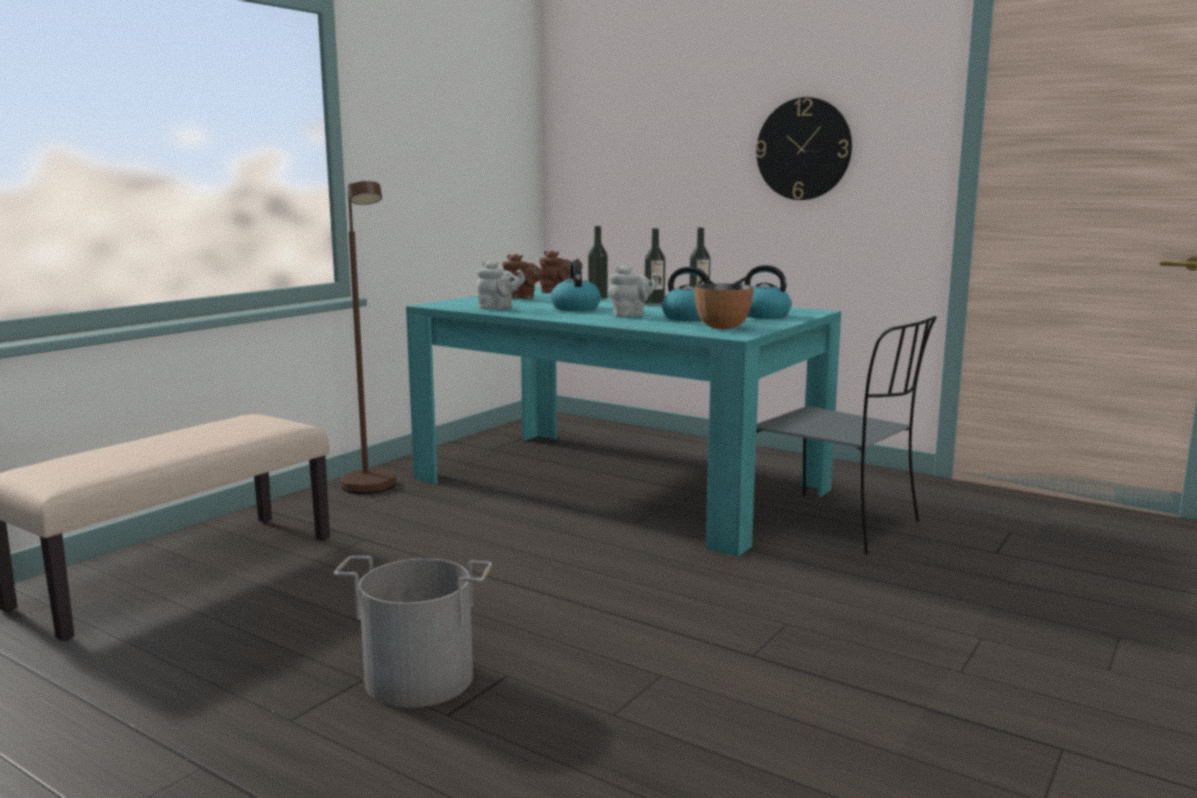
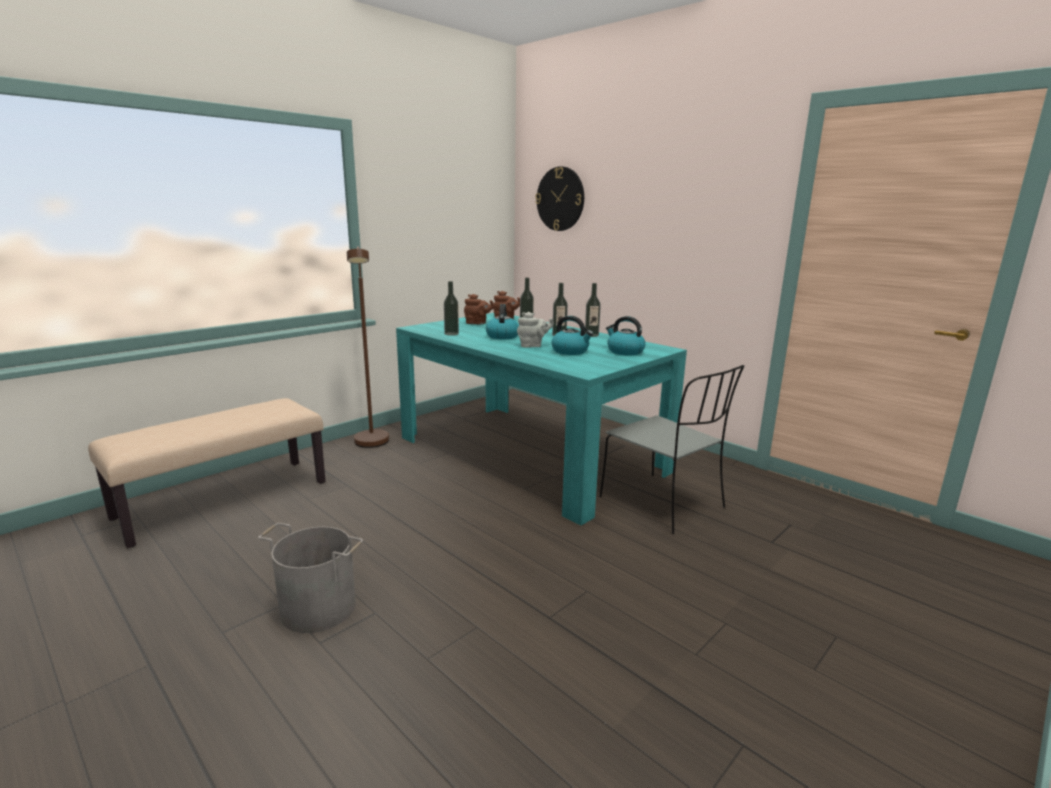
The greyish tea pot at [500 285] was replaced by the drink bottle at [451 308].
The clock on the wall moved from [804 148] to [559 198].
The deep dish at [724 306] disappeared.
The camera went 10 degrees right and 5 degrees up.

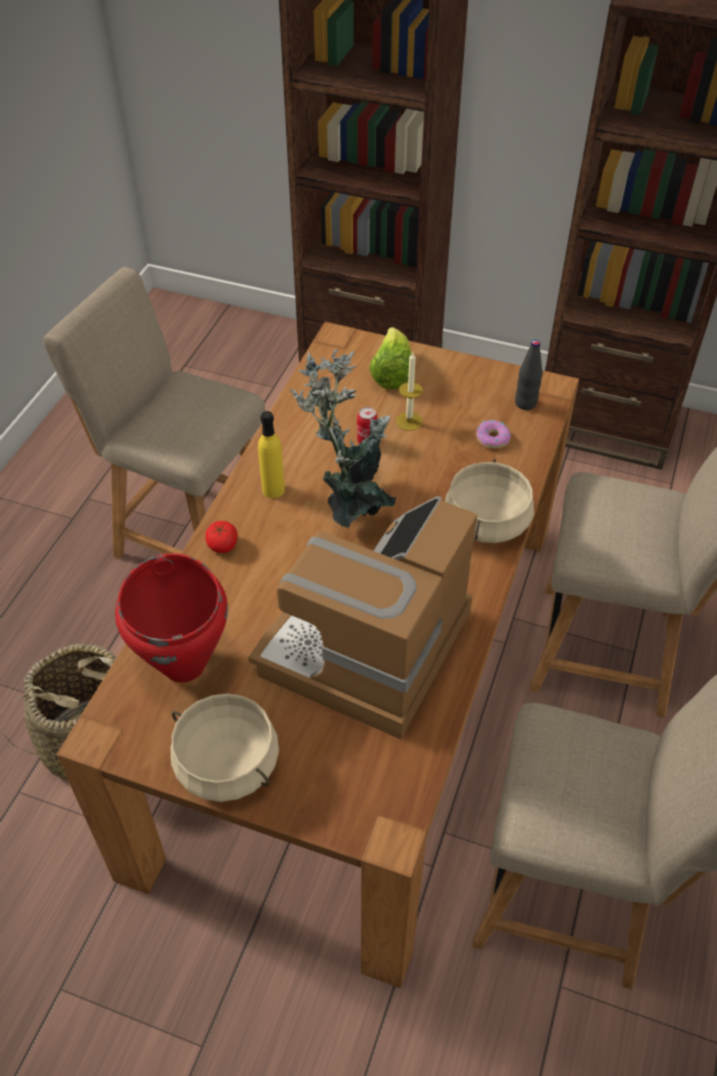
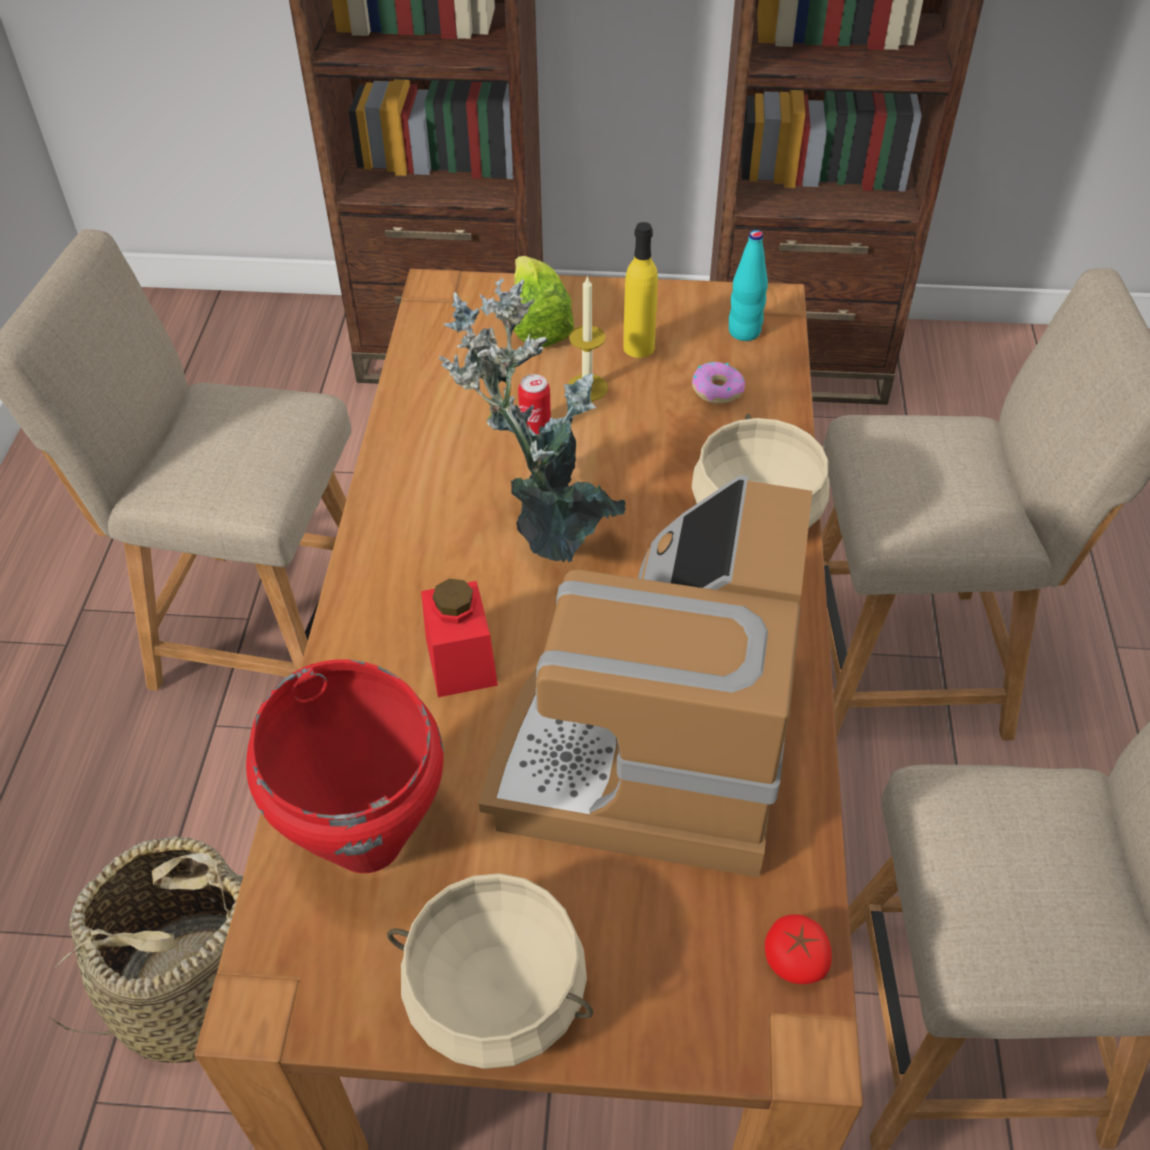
The red-coloured jar at [459 638] appeared.
The yellowish drink bottle moved from [271 454] to [640 290].
The blackish drink bottle at [529 374] became the blue-green drink bottle at [748 285].
The tomato moved from [221 537] to [798 949].
The camera went 15 degrees left and 0 degrees up.

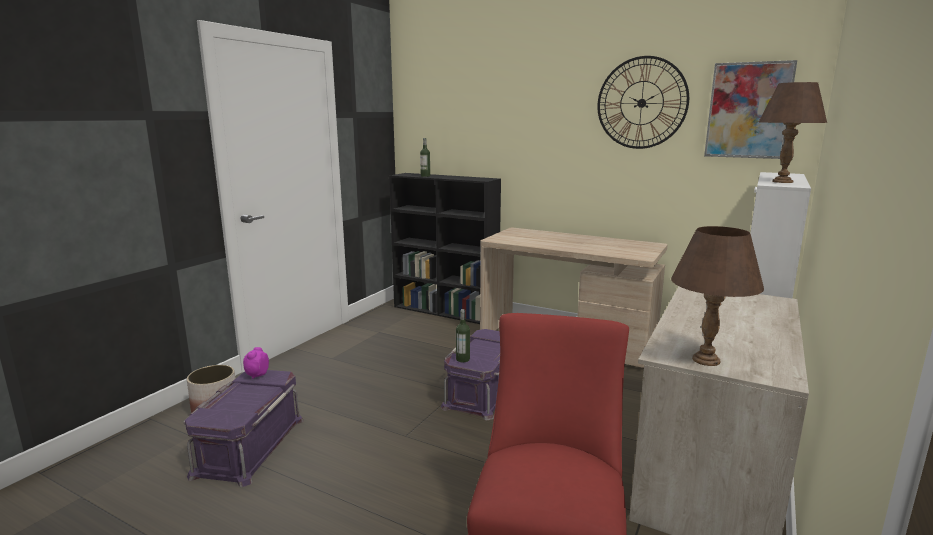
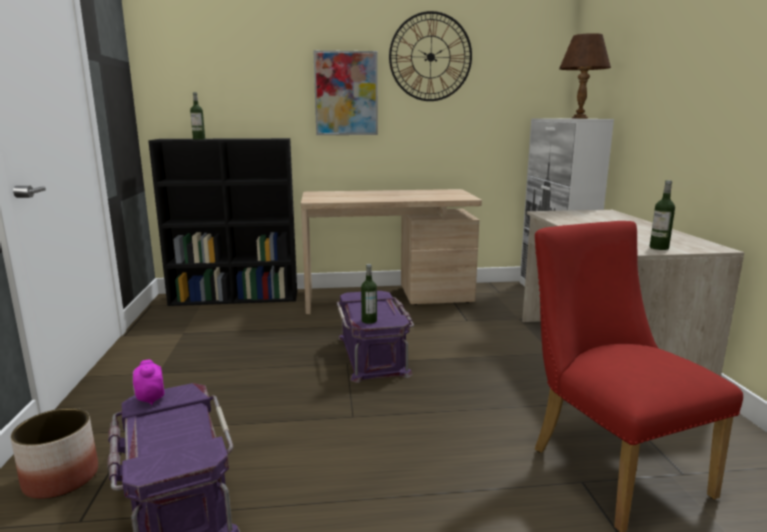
The wall art moved from [750 109] to [345 92].
The brown-coloured tabletop lamp at [717 296] was replaced by the drink bottle at [662 215].
The camera went 35 degrees left and 0 degrees up.

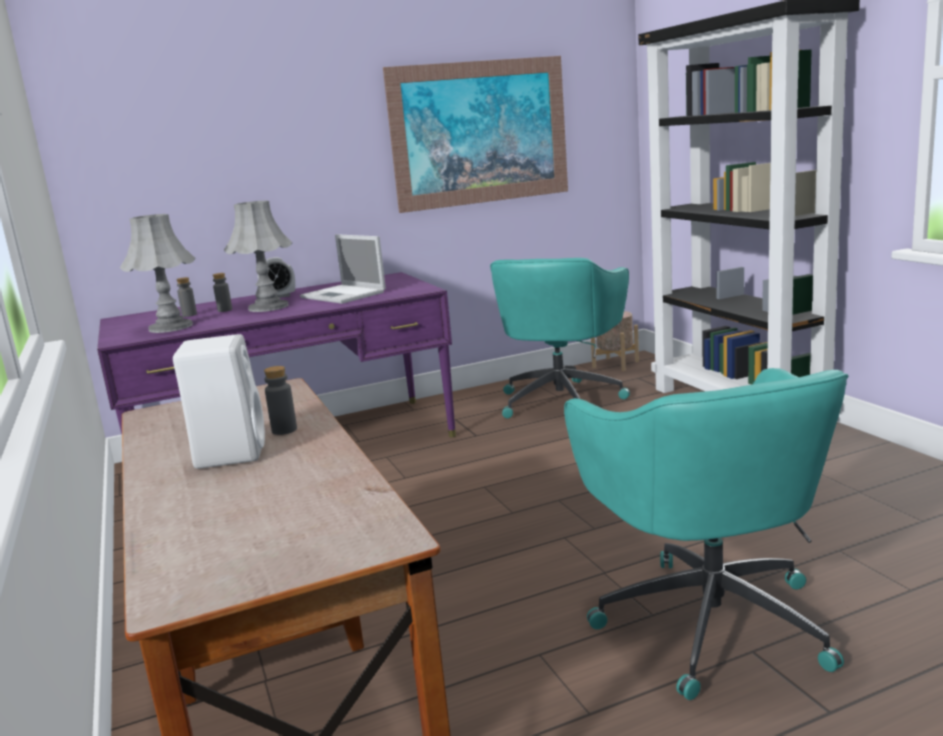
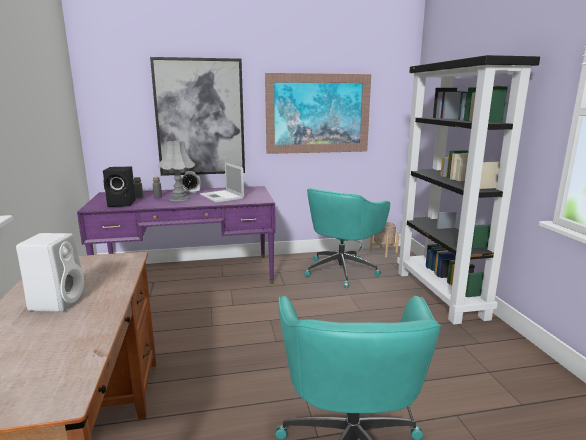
The greyish tabletop lamp at [157 273] was replaced by the blackish loudspeaker at [119 186].
The wall art at [197 116] appeared.
The greyish drink bottle at [280 400] disappeared.
The camera went 10 degrees right and 0 degrees up.

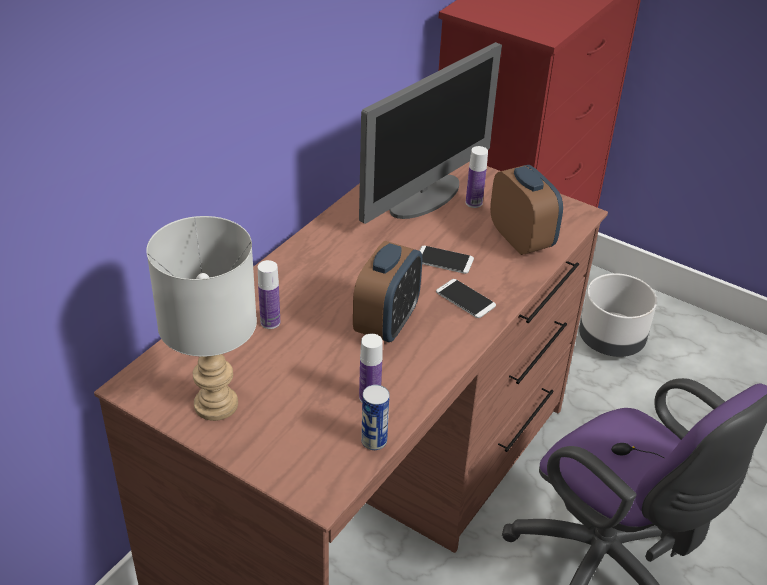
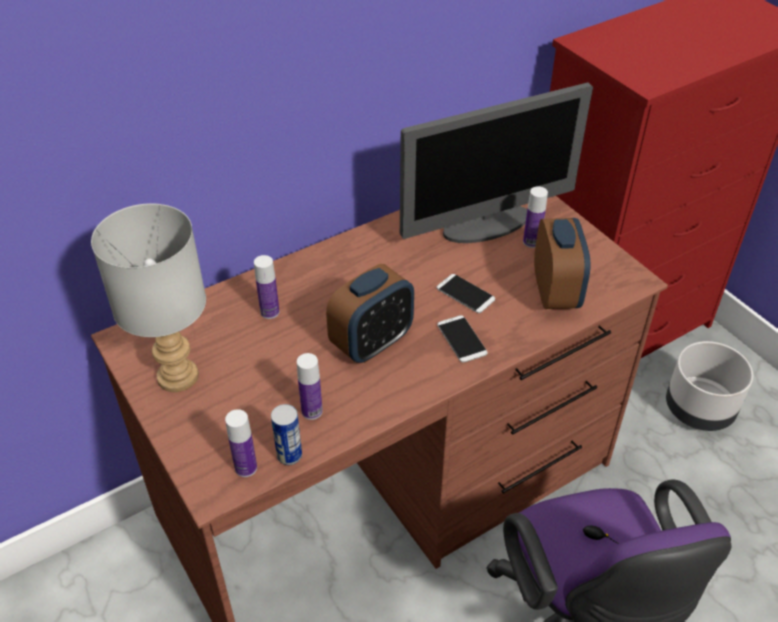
The drink bottle at [241 443] appeared.
The camera went 25 degrees right and 5 degrees up.

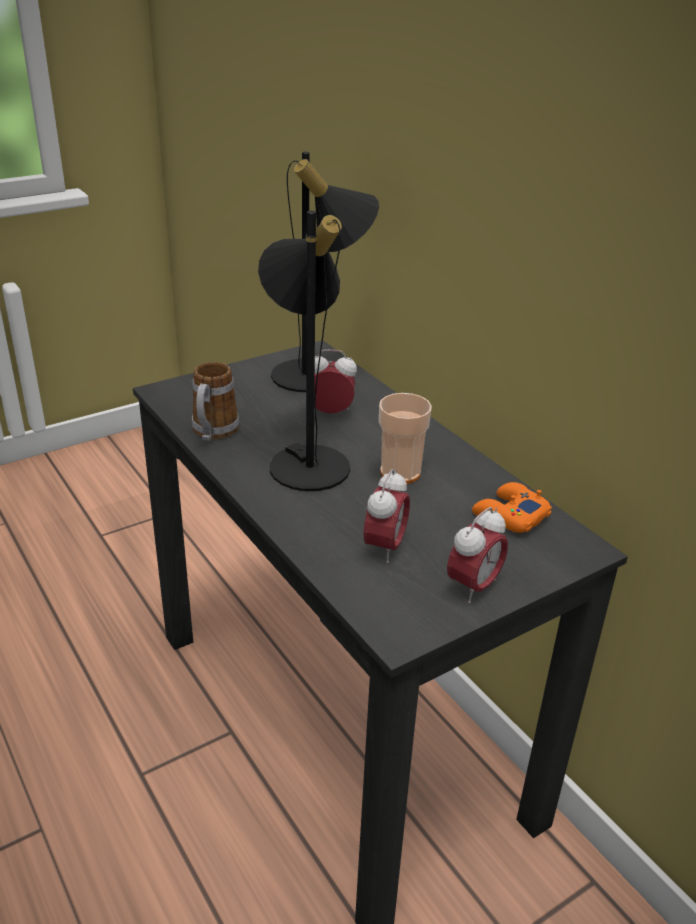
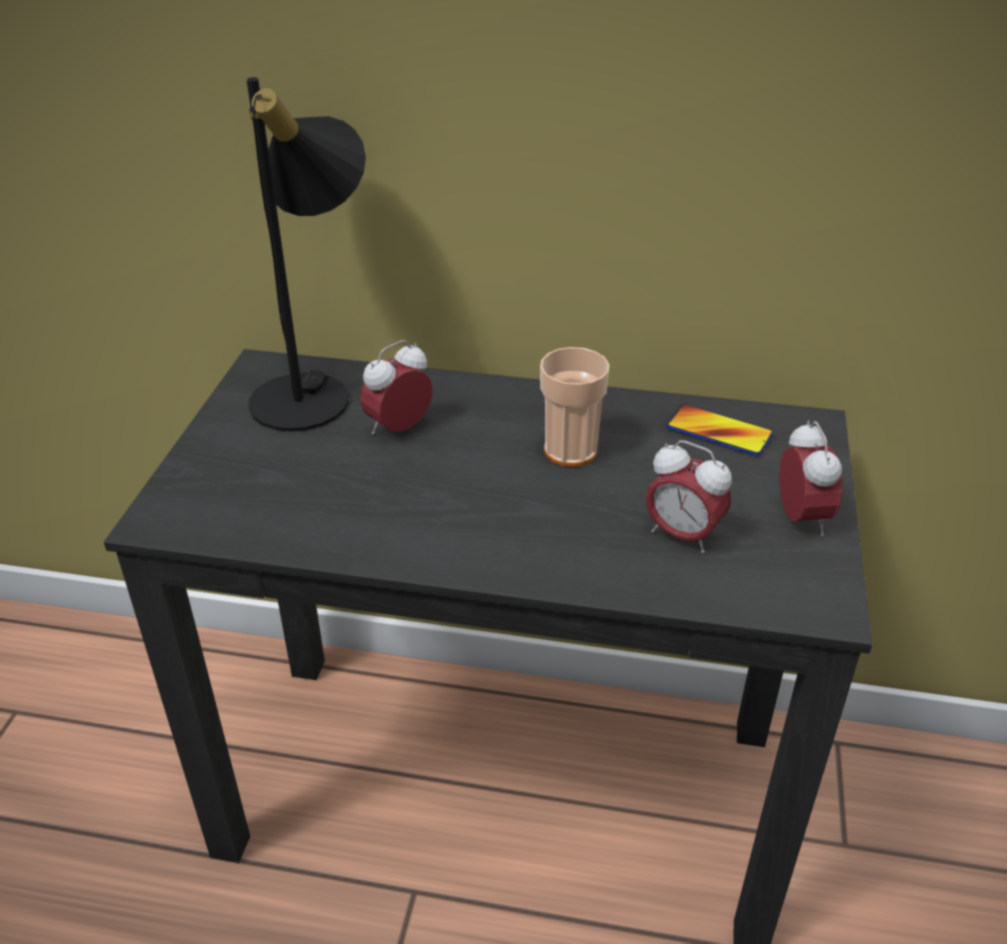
The alarm clock at [387 516] turned 150 degrees clockwise.
The orange-coloured joypad at [512 507] was replaced by the handset at [720 430].
The tea mug at [215 401] disappeared.
The blackish tabletop lamp at [304 351] disappeared.
The camera went 45 degrees left and 5 degrees up.

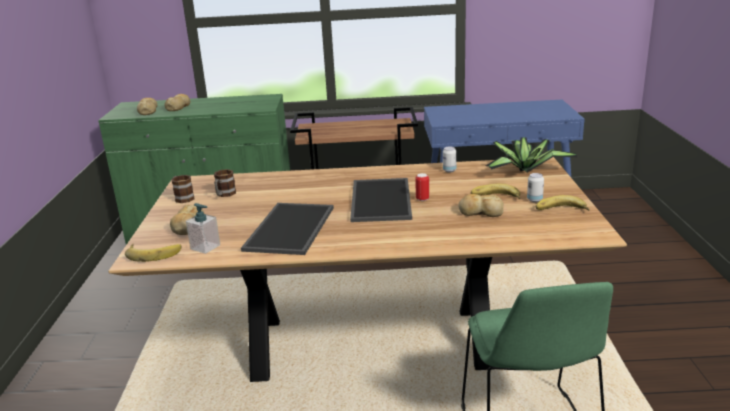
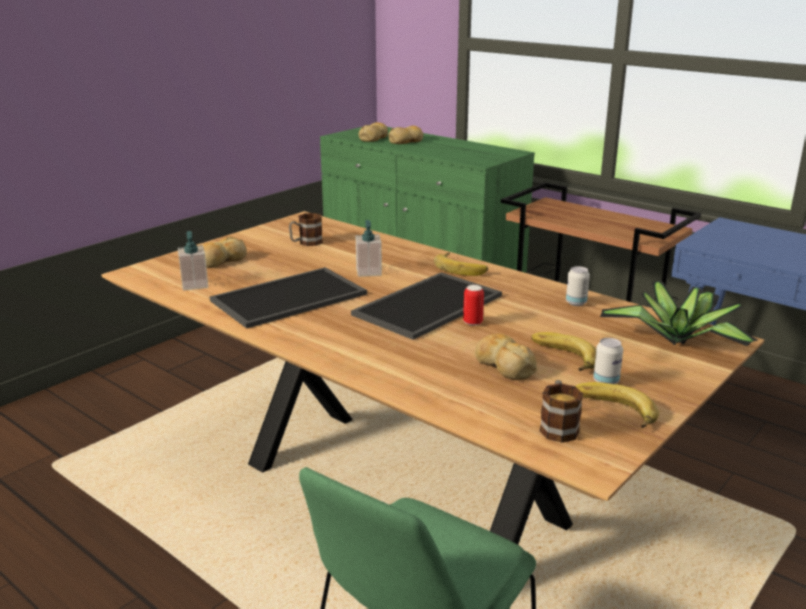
The soap bottle at [369 248] appeared.
The banana fruit moved from [153 253] to [461 264].
The tea mug moved from [183 189] to [561 411].
The camera went 40 degrees right and 0 degrees up.

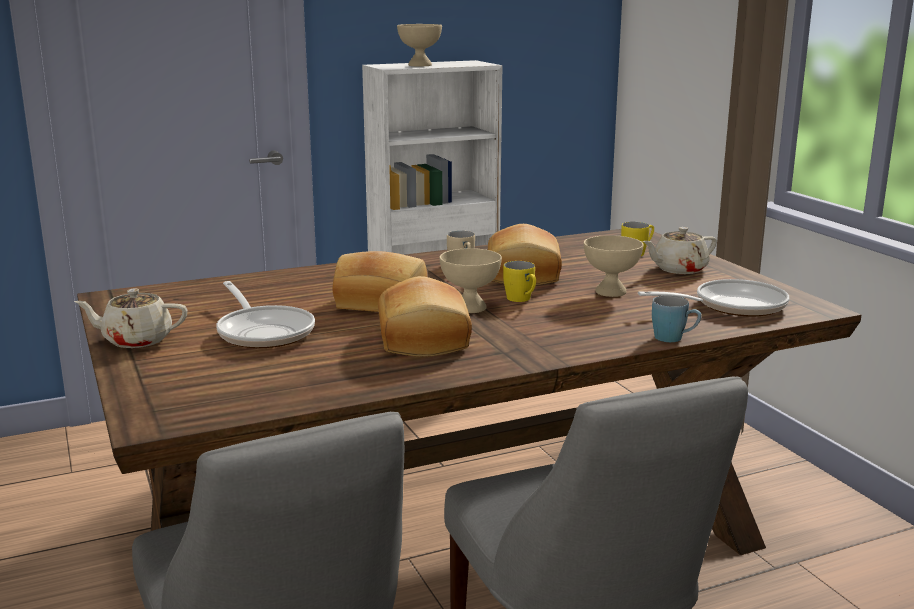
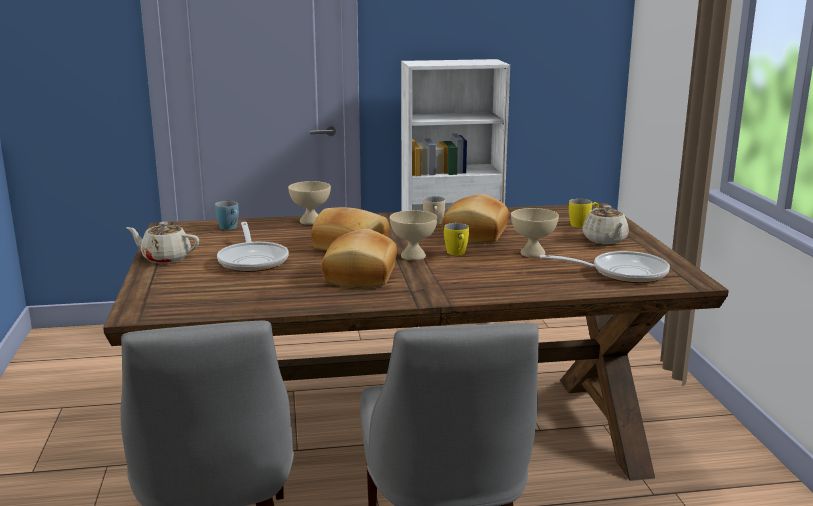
The blue tea mug moved from [676 319] to [227 215].
The beige deep dish moved from [419 45] to [309 203].
The beige tea pot at [680 250] turned 90 degrees counterclockwise.
The camera went 15 degrees right and 0 degrees up.

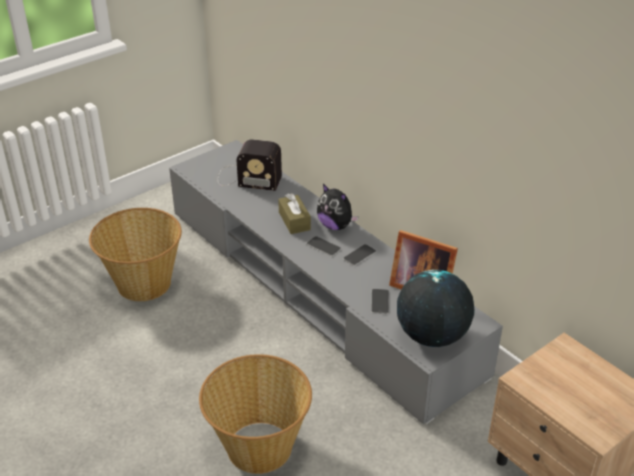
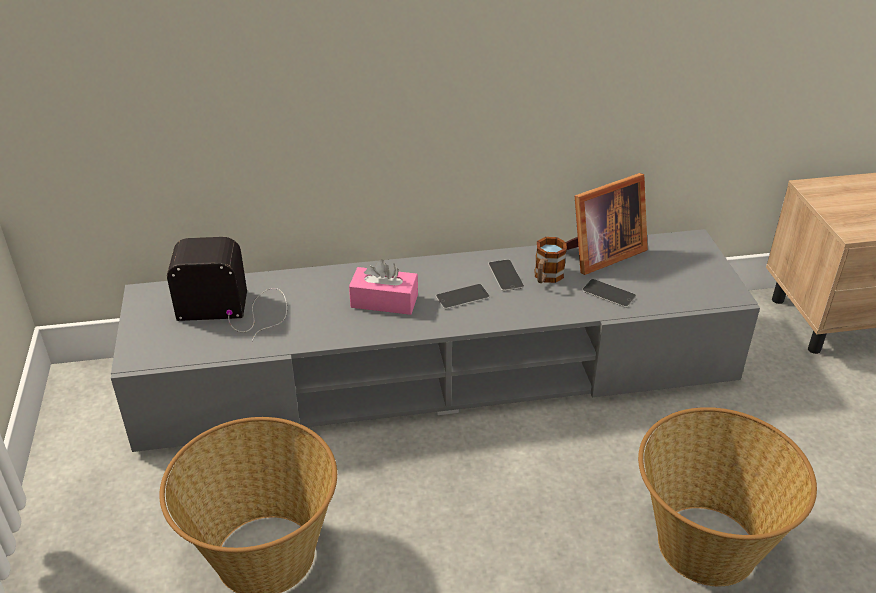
The radio receiver at [250 165] turned 135 degrees counterclockwise.
The brown-coloured tissue box at [294 213] became the pinkish tissue box at [383 287].
The tea mug at [551 260] appeared.
The cuddly toy at [338 207] disappeared.
The globe at [435 308] disappeared.
The camera went 60 degrees left and 0 degrees up.

